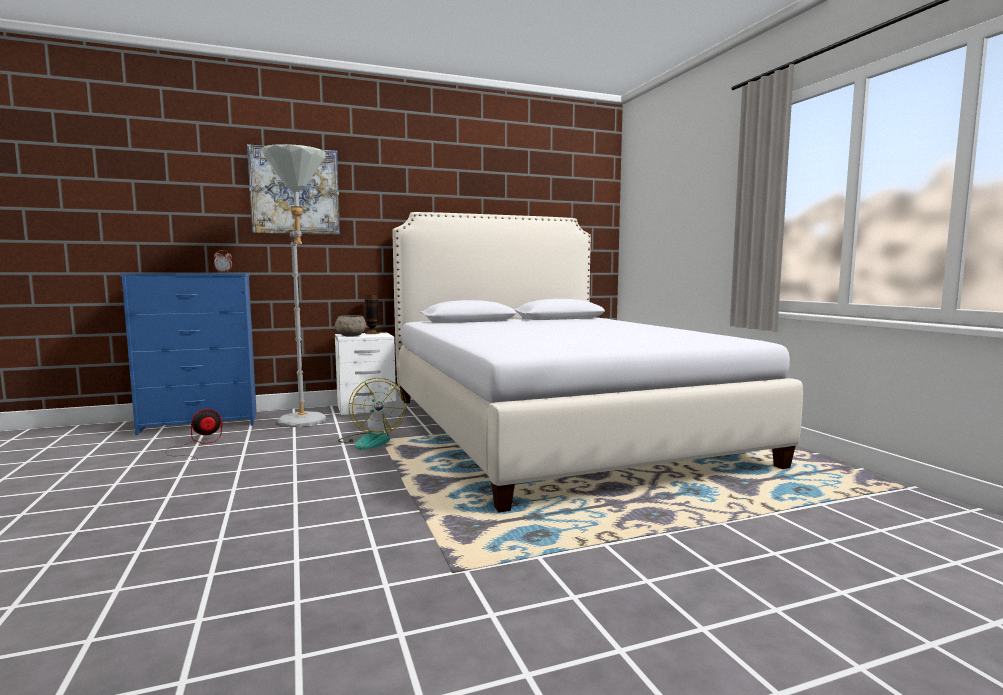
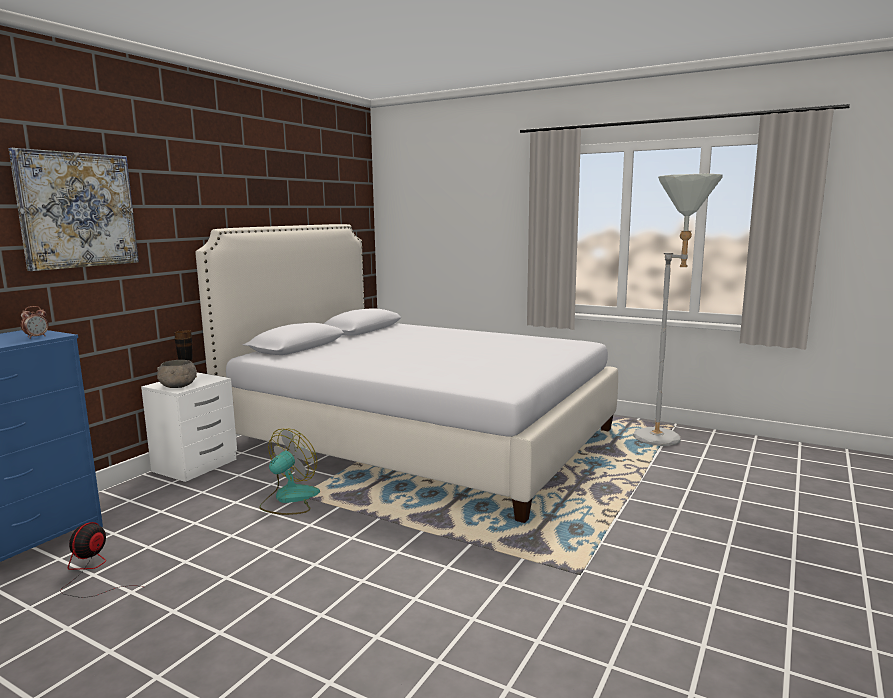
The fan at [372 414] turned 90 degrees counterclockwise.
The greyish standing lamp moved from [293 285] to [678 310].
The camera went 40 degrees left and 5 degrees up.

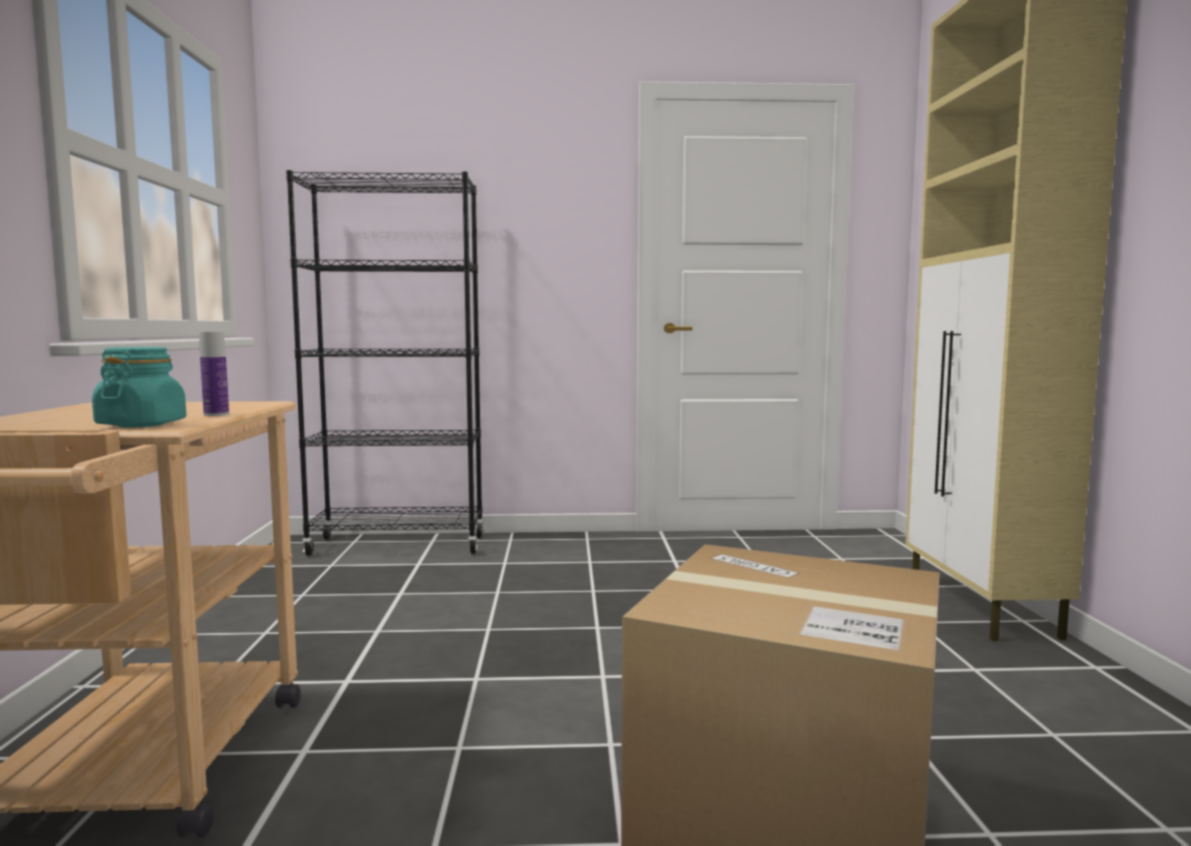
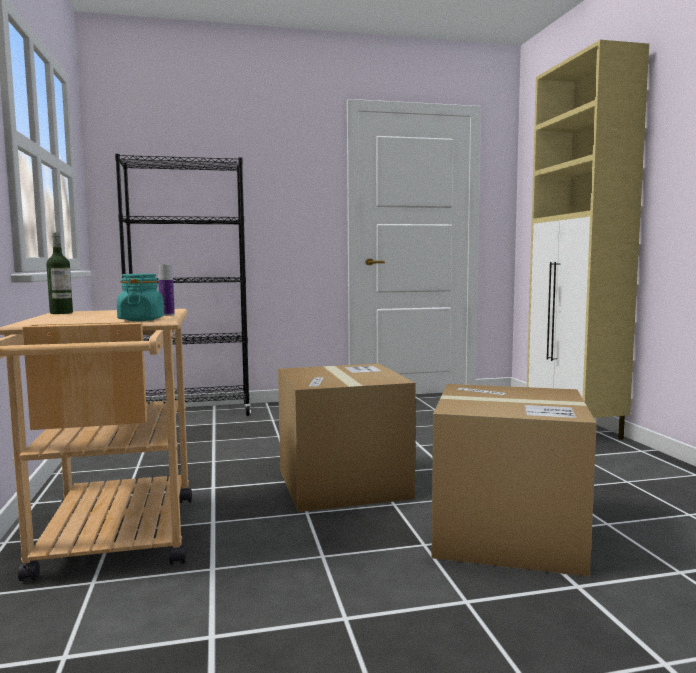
The drink bottle at [59 273] appeared.
The packing box at [347 437] appeared.
The camera went 10 degrees left and 0 degrees up.

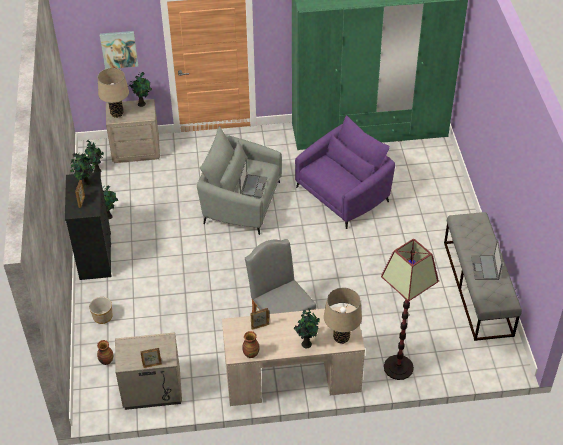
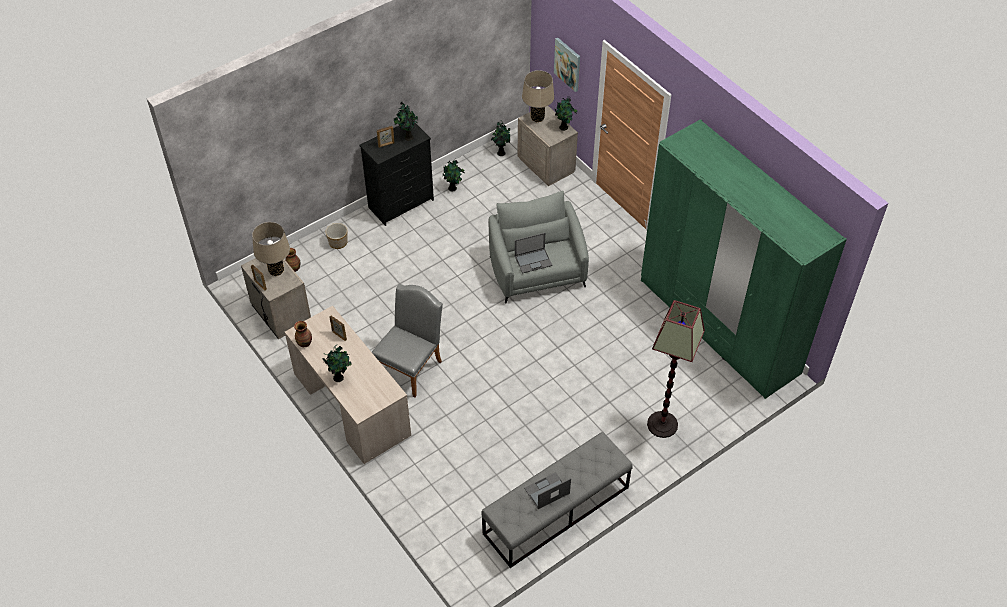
The beige tabletop lamp moved from [343 316] to [271 249].
The standing lamp moved from [410 309] to [676 369].
The purple lounge chair at [345 172] disappeared.
The camera went 60 degrees right and 5 degrees up.

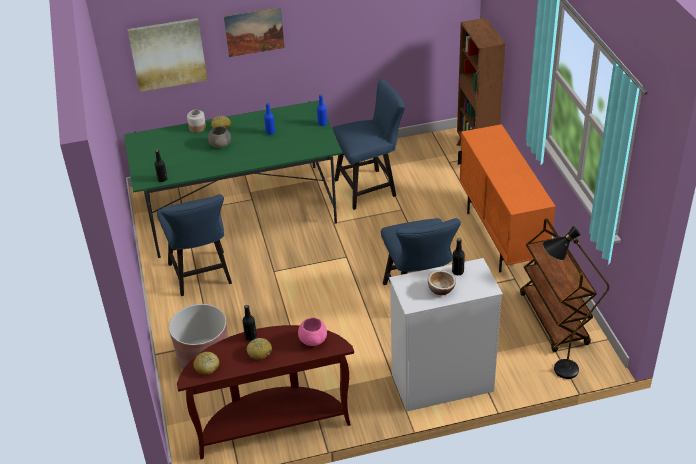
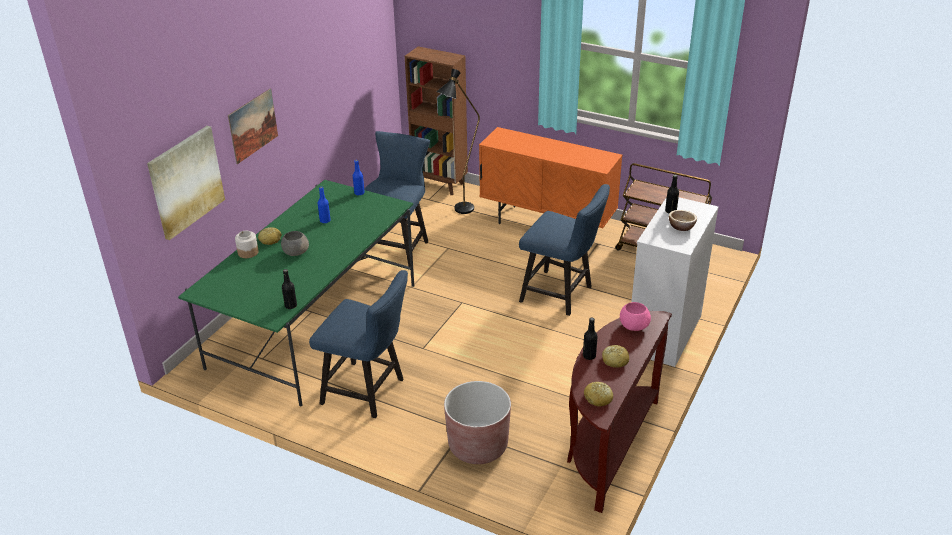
The blackish standing lamp moved from [576 302] to [458 141].
The camera went 50 degrees left and 5 degrees down.

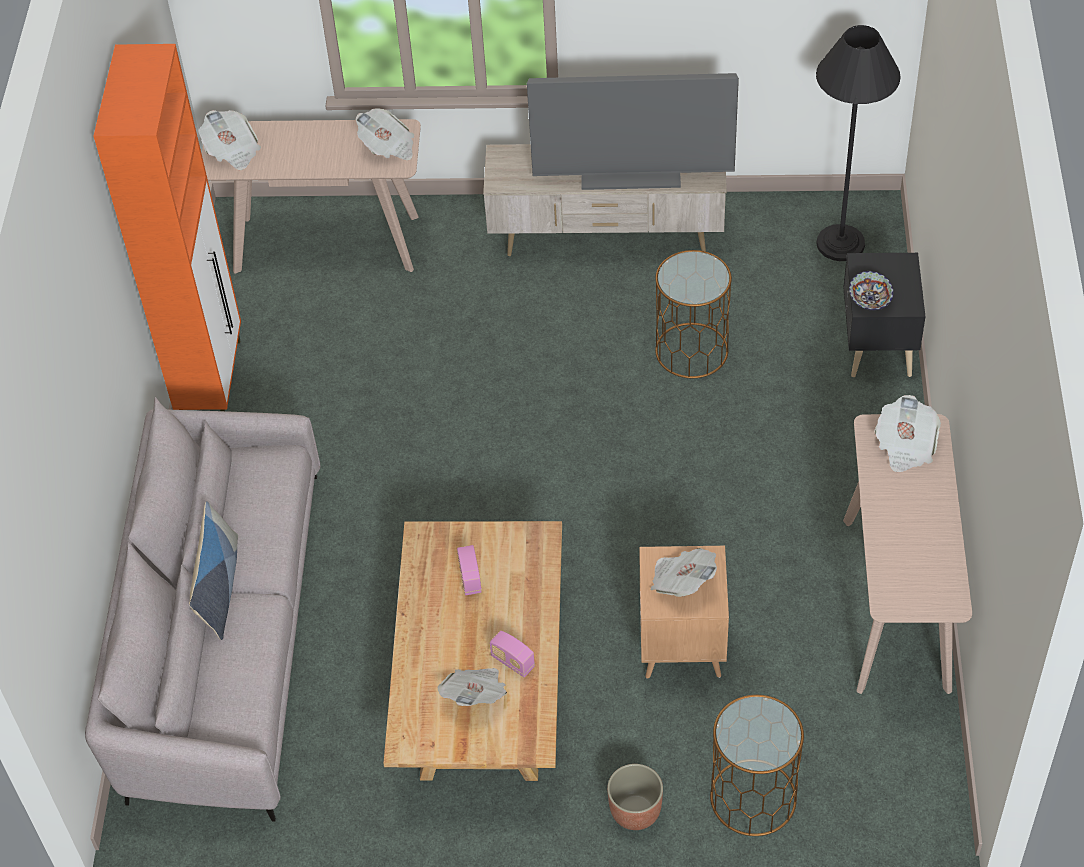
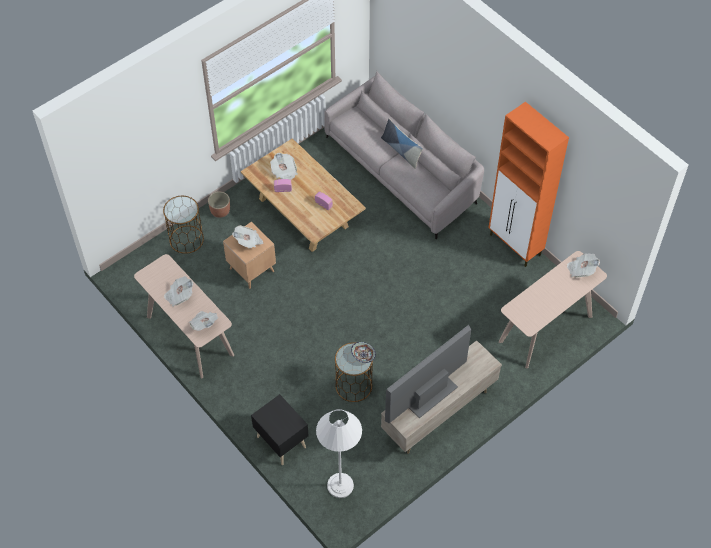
The newspaper moved from [385 135] to [179 291].
The blackish standing lamp at [858 143] became the white-coloured standing lamp at [339 453].
The deep dish moved from [871 291] to [363 352].
The camera went 135 degrees right and 5 degrees up.

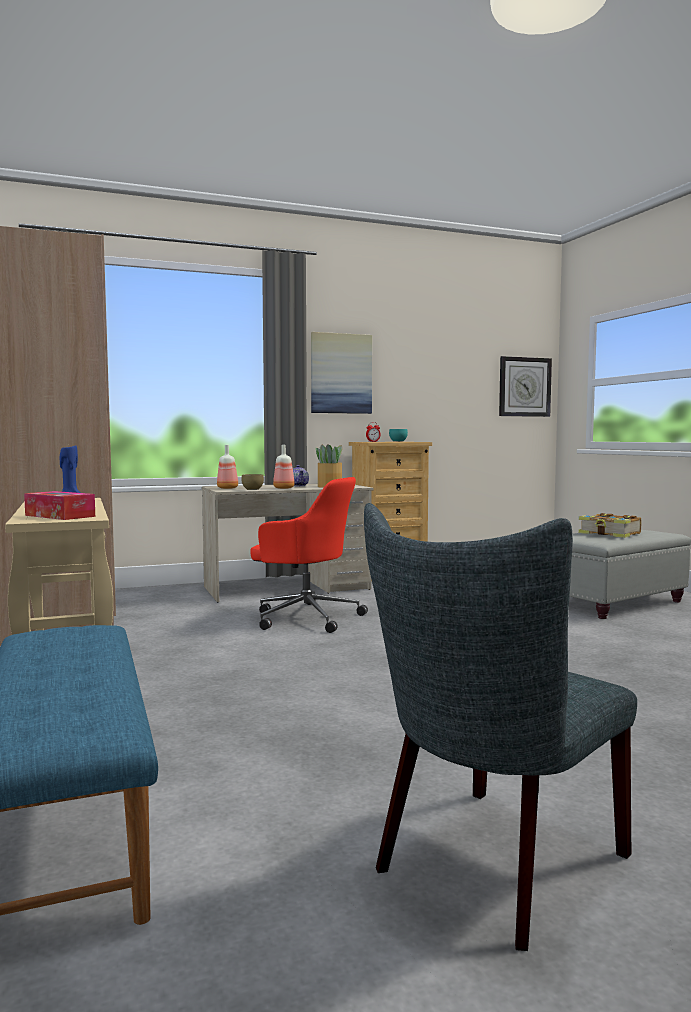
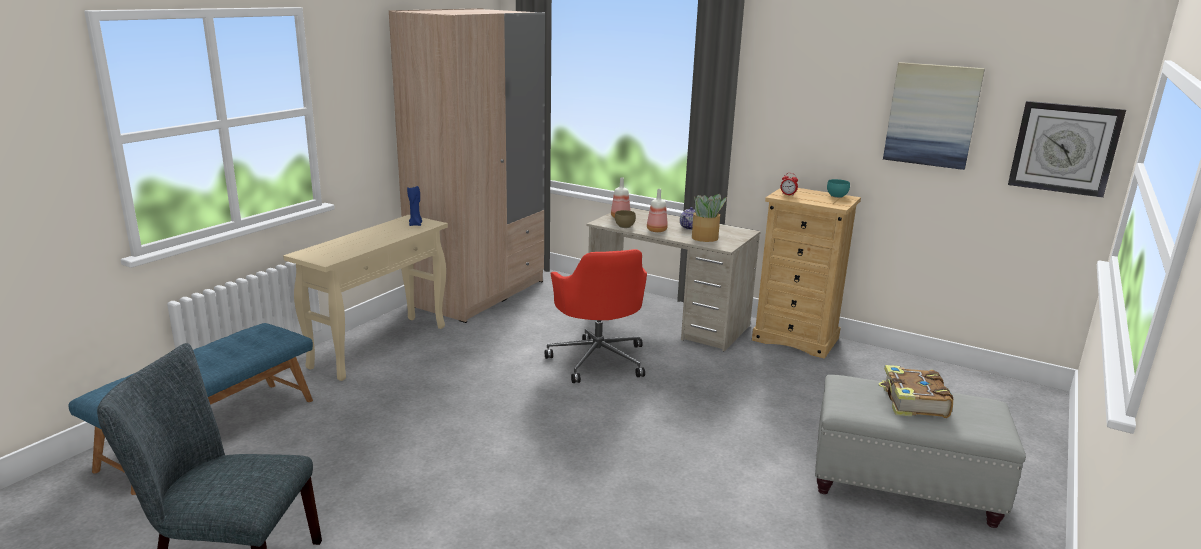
The wall art moved from [341 373] to [934 116].
The tissue box at [59 505] disappeared.
The camera went 50 degrees right and 15 degrees up.

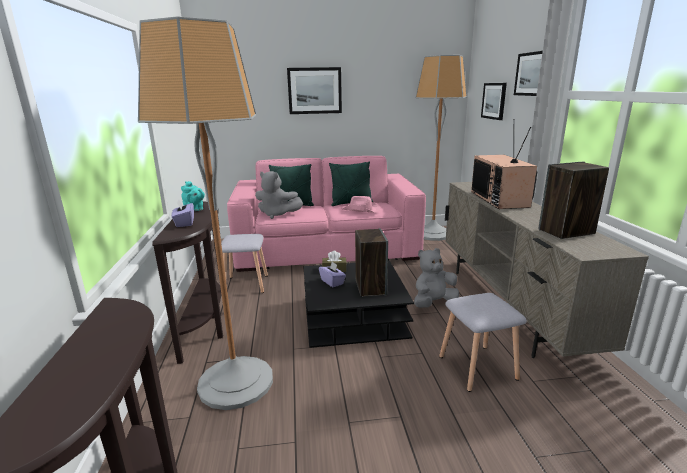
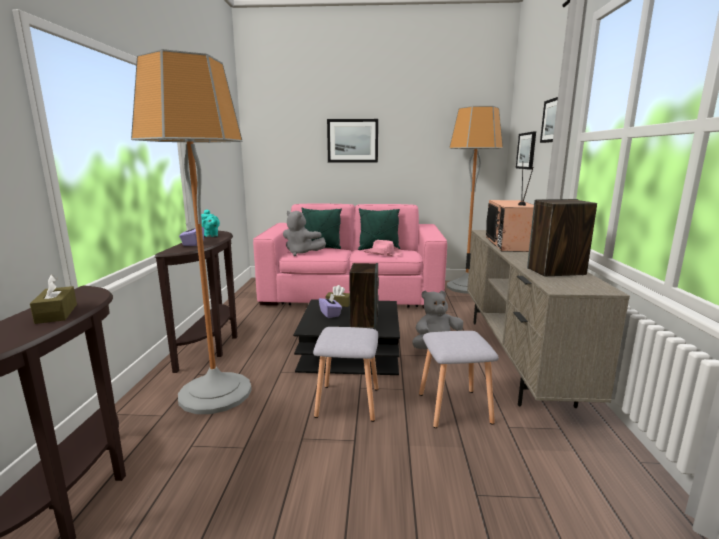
The brown-coloured tissue box at [53 299] appeared.
The greyish stool seat moved from [244 263] to [346 374].
The camera went 10 degrees right and 5 degrees down.

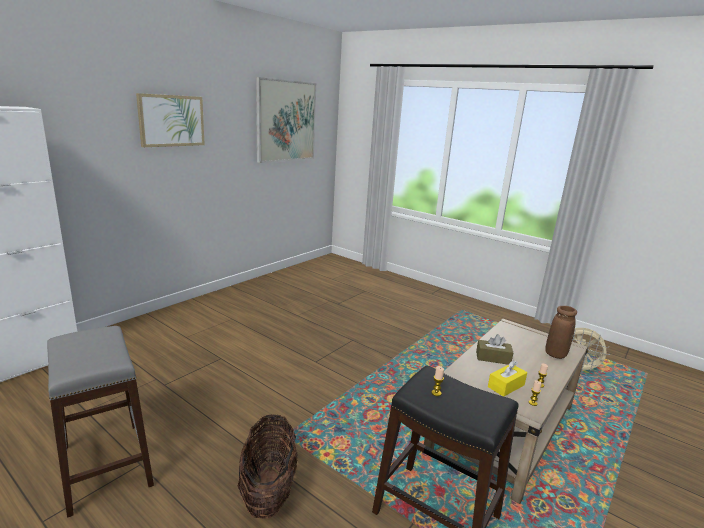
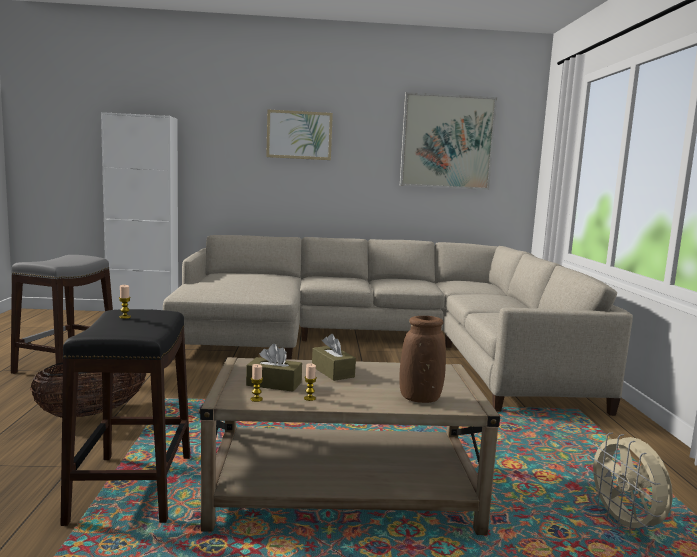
The beige couch at [398 325] appeared.
The yellowish tissue box at [507 378] became the brown-coloured tissue box at [274 368].
The camera went 50 degrees right and 10 degrees down.

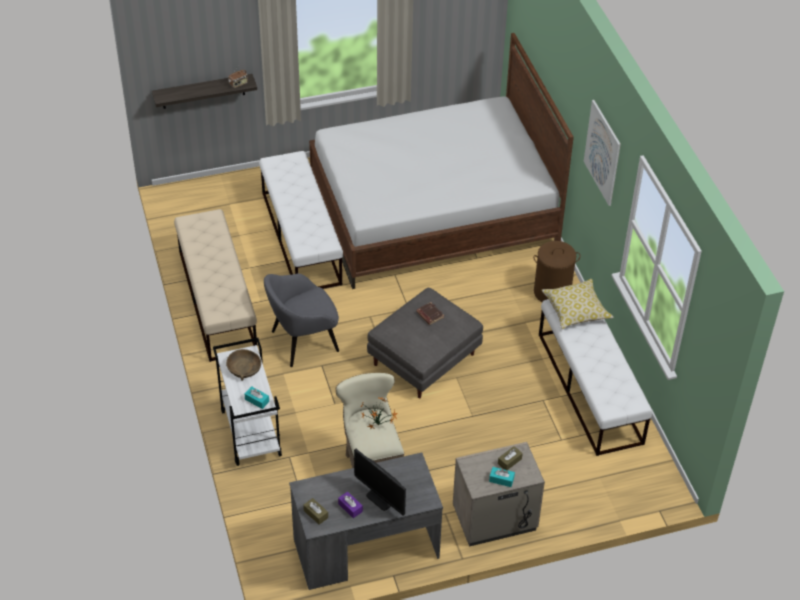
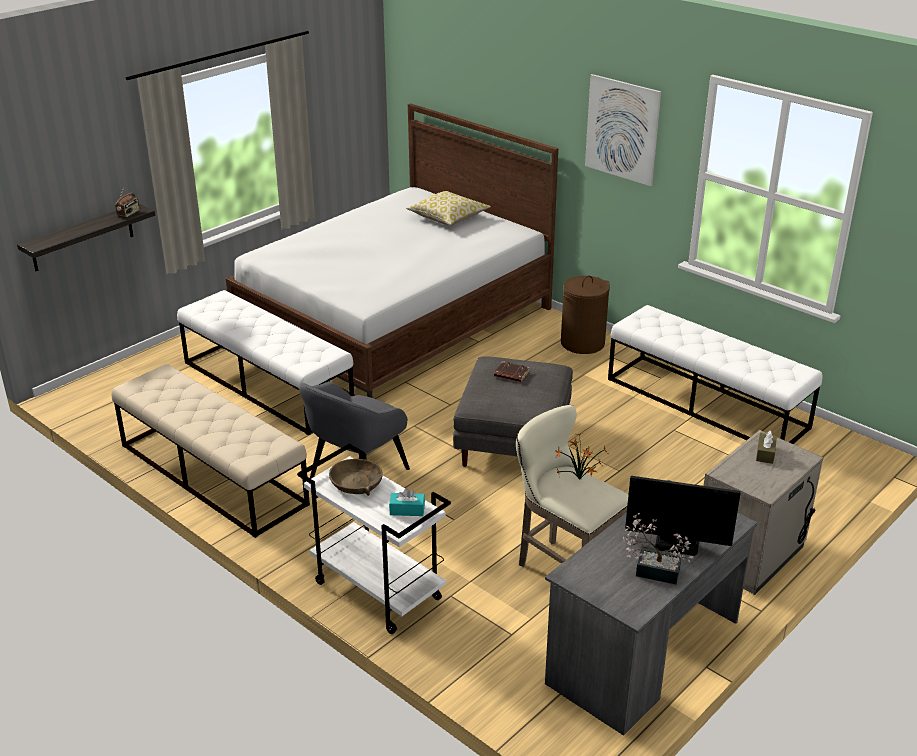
The pillow moved from [577 304] to [448 208].
The purple tissue box at [350 504] was replaced by the houseplant at [658 548].
The brown-coloured tissue box at [315 511] disappeared.
The blue-green tissue box at [502 477] disappeared.
The camera went 30 degrees left and 15 degrees down.

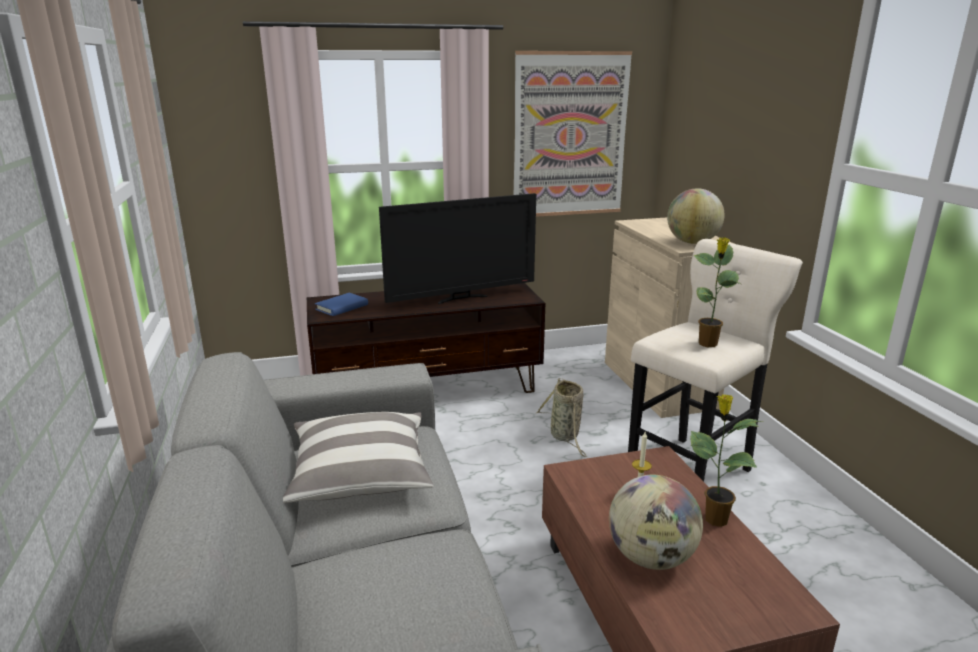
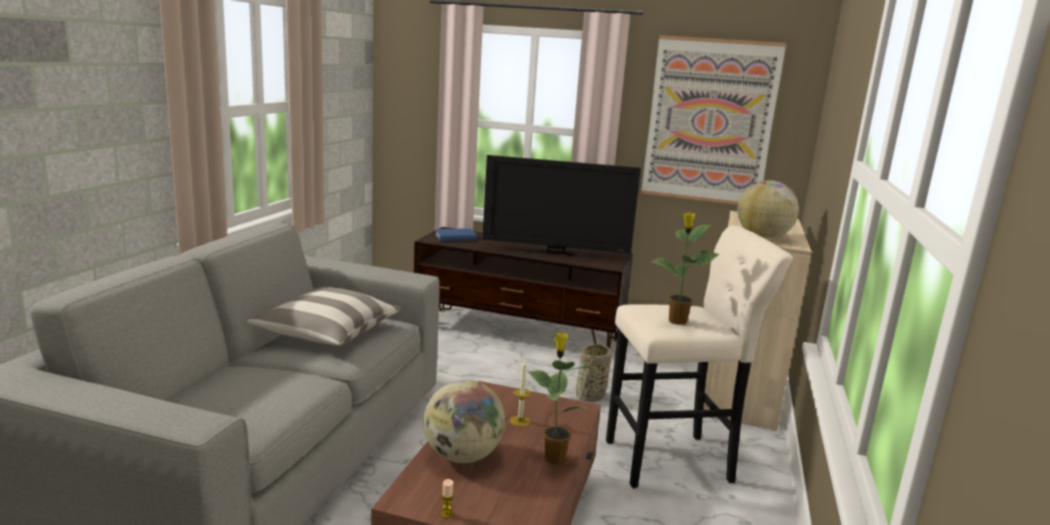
The wax light at [447 499] appeared.
The camera went 30 degrees right and 5 degrees down.

